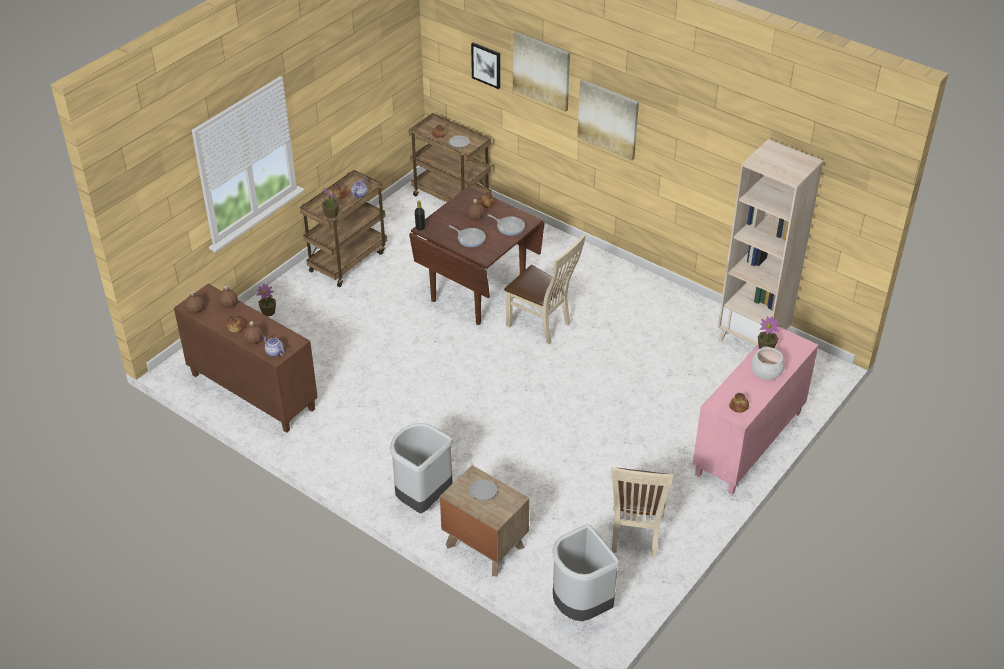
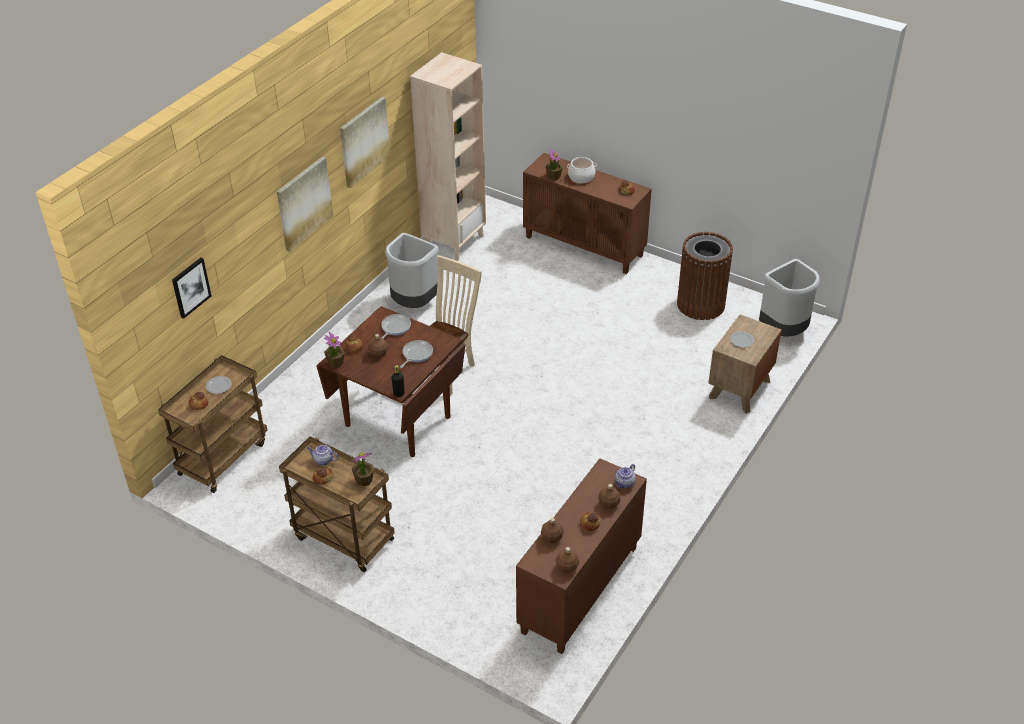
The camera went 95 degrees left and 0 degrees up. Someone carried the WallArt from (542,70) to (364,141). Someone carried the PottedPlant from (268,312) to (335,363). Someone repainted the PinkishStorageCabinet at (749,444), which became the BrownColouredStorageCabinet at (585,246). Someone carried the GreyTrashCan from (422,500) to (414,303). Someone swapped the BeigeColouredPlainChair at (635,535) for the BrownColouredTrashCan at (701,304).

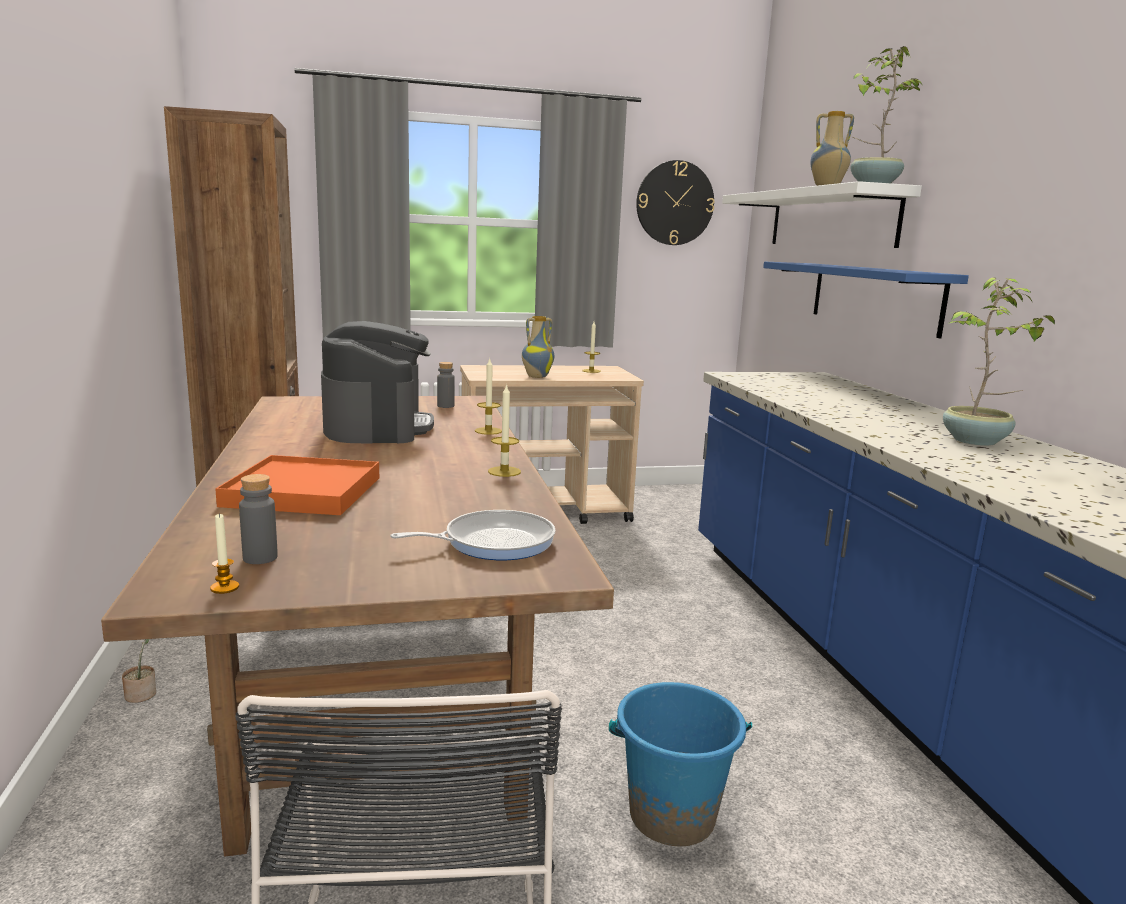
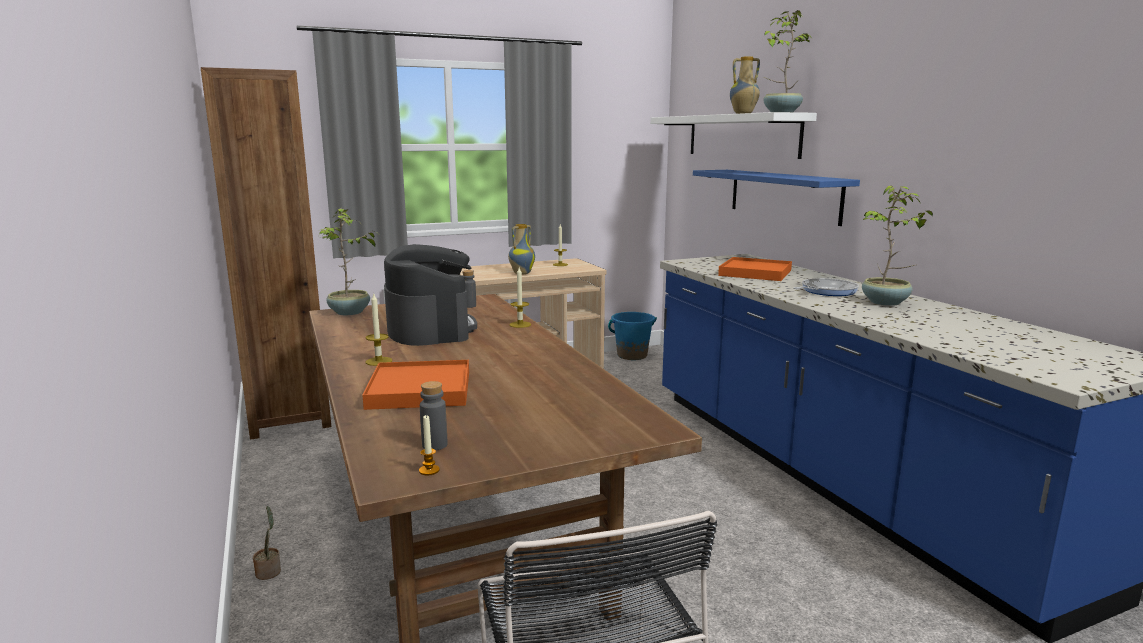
The camera went 10 degrees left and 0 degrees up. Someone took away the WallClock at (674,203). Someone carried the WaxCandle from (504,471) to (379,361). Someone carried the FryingPan from (493,542) to (826,291). Someone carried the BlueColouredWaterBucket from (671,815) to (632,355). Someone put down the PottedPlant at (349,313). Someone put down the OrangeCarryingTray at (755,273).

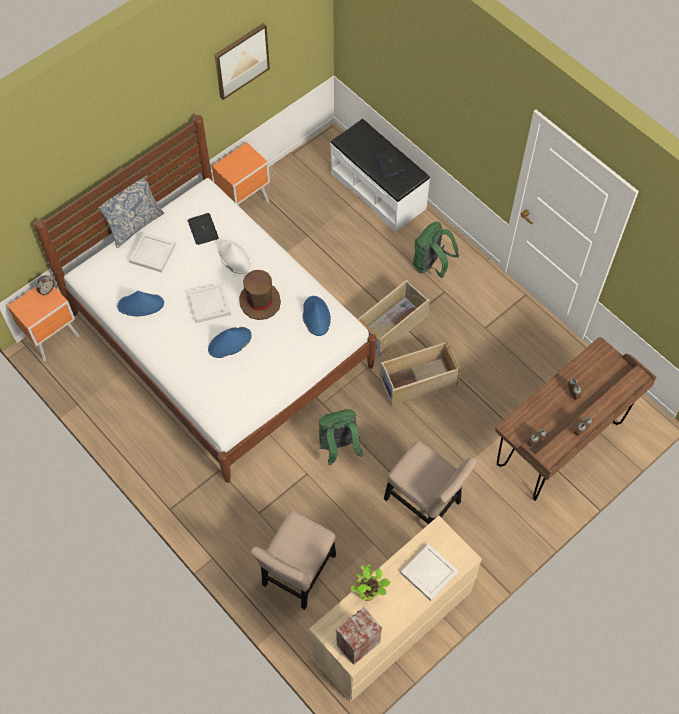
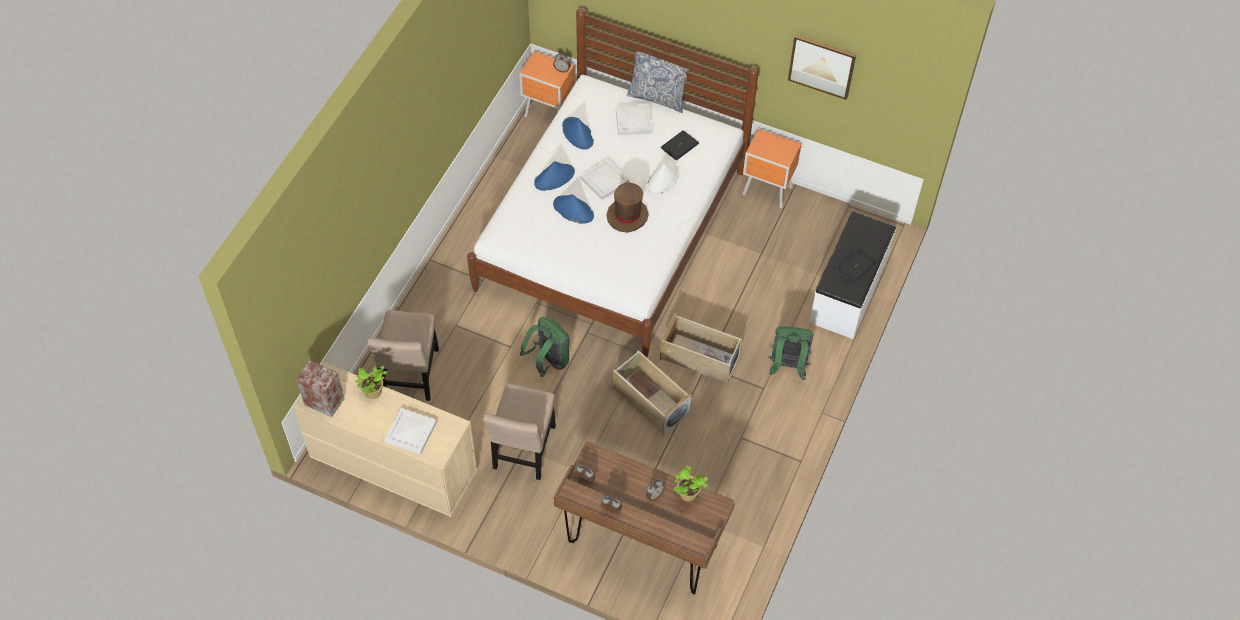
The camera went 65 degrees right and 5 degrees down. Someone carried the BlueColouredHat from (316,316) to (554,177). Someone rotated the BeigeColouredPlainChair at (297,574) by 90 degrees counterclockwise. Someone put down the PottedPlant at (687,495).

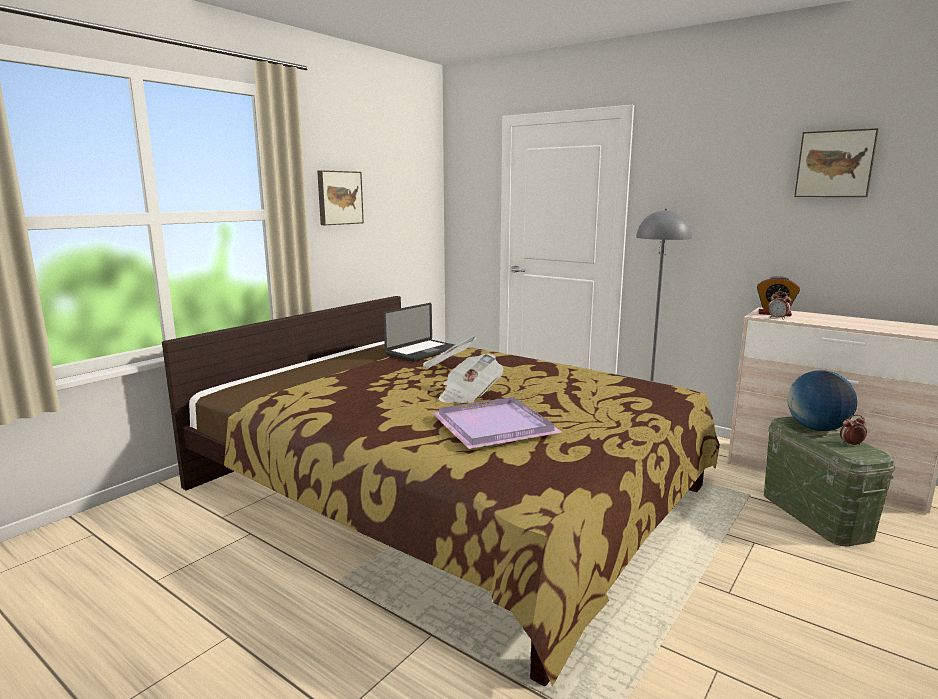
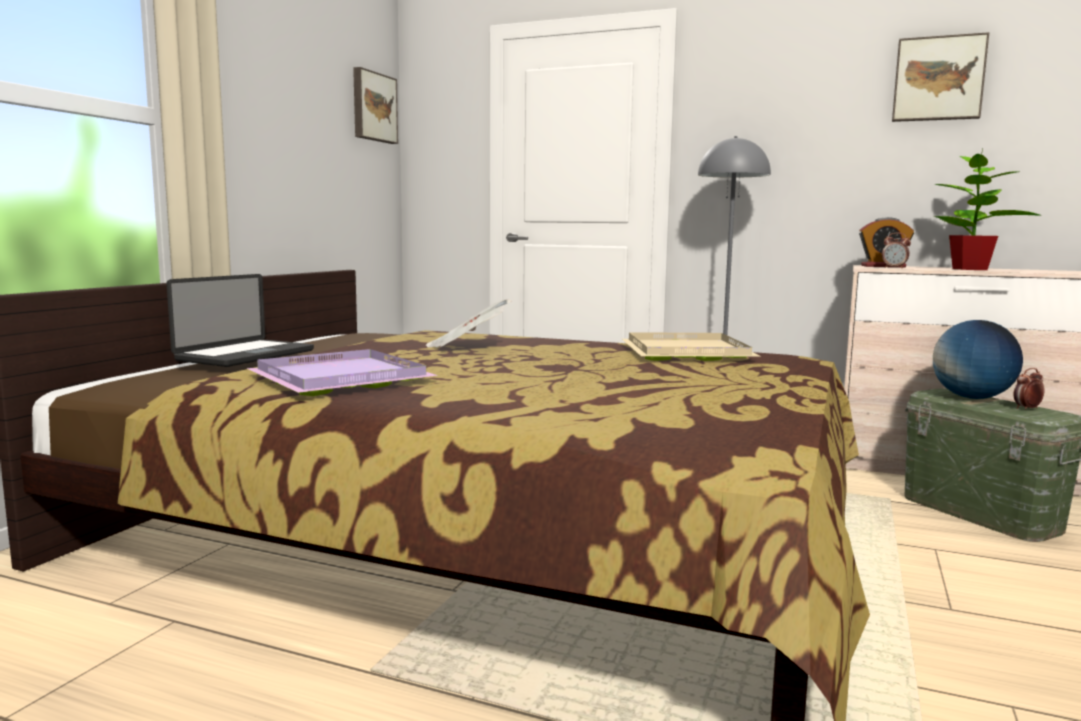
The camera went 15 degrees left and 5 degrees down. Someone carried the WallArt from (339,198) to (373,107). Someone carried the Laptop from (422,352) to (246,355). Someone took away the DailyPaper at (469,396). Someone carried the PurpleCarryingTray from (495,425) to (342,378). Someone put down the PottedPlant at (970,269). Someone put down the BeigeColouredCarryingTray at (687,352).

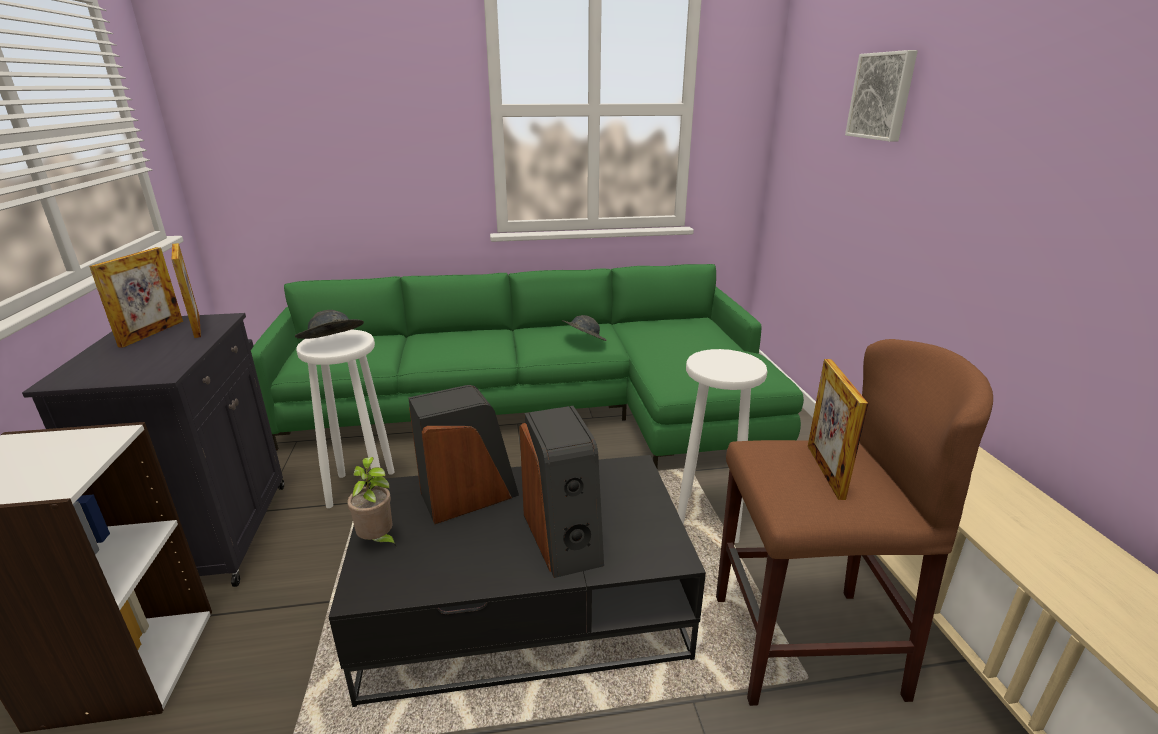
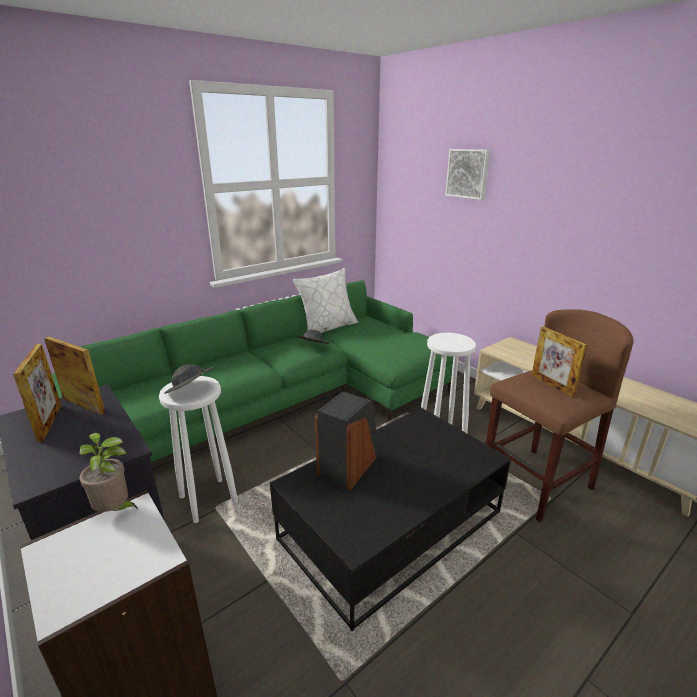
The camera went 30 degrees left and 0 degrees up. Someone took away the Loudspeaker at (564,537). Someone carried the PottedPlant from (378,541) to (116,511). Someone put down the WhiteThrowPillow at (327,328).

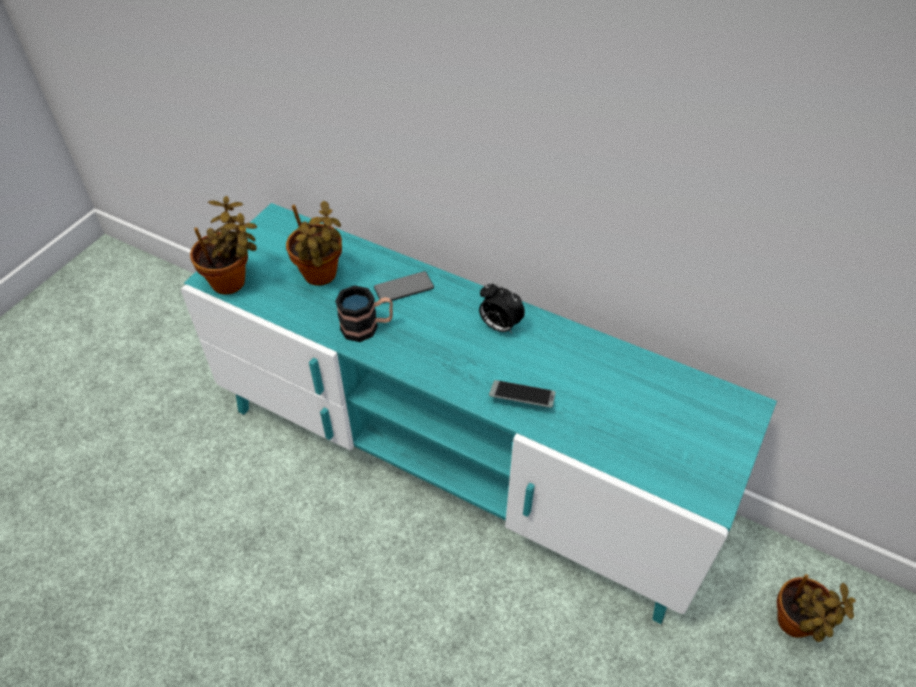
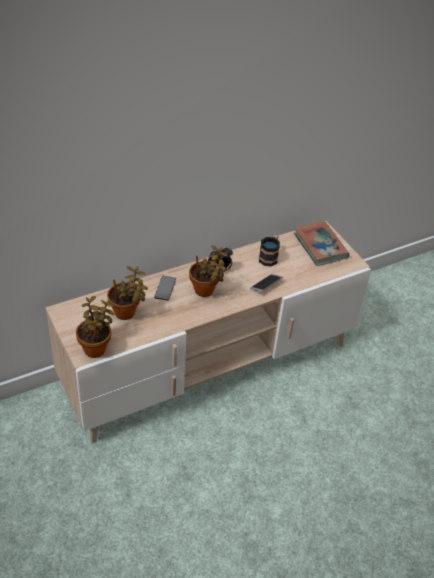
The camera went 60 degrees left and 5 degrees down. Someone repainted the TurquoiseMediaConsole at (458,462), which became the BeigeColouredMediaConsole at (210,366). Someone carried the TeaMug from (367,327) to (269,257). Someone carried the PottedPlant from (795,626) to (206,291). Someone put down the Book at (320,246).

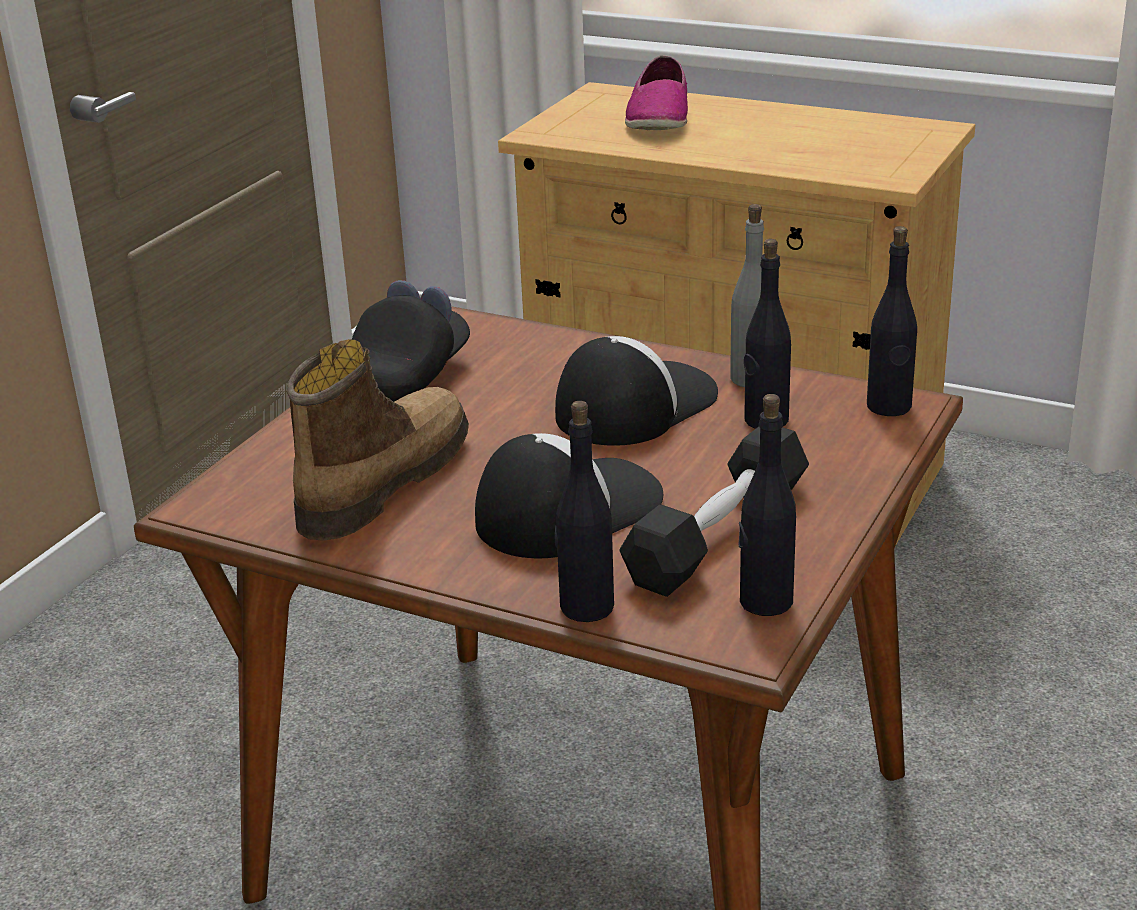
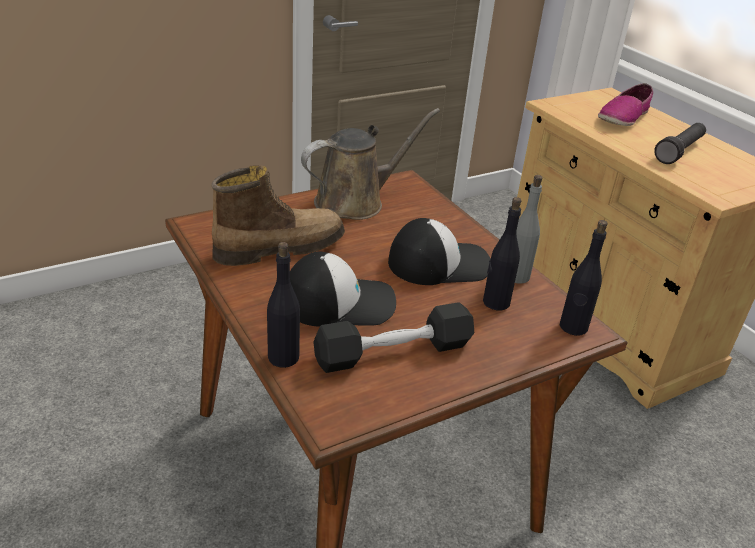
The camera went 30 degrees right and 5 degrees up. Someone swapped the BlackPeakedCap at (409,377) for the BrownColouredWateringCan at (355,202). Someone took away the BlackBeverageBottle at (765,601). Someone put down the BlackTorch at (679,151).

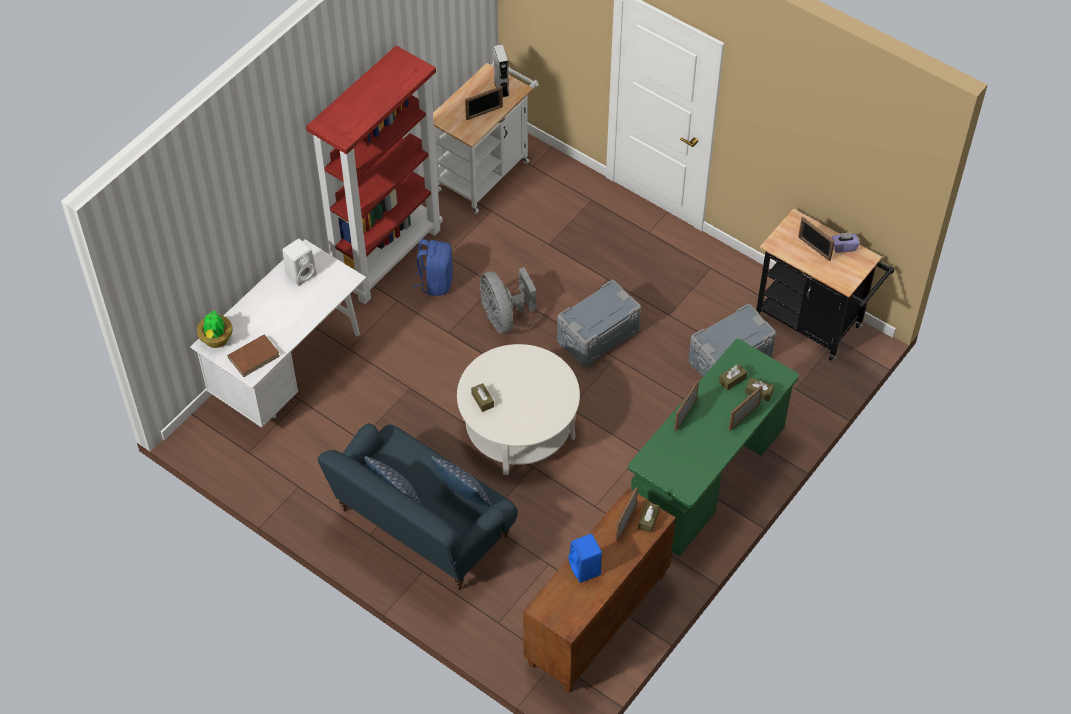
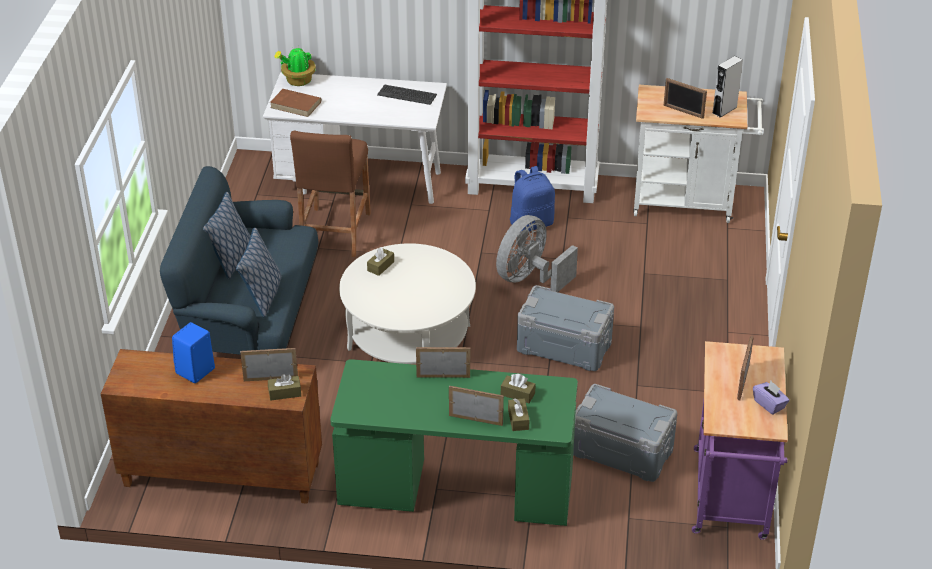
The camera went 60 degrees right and 15 degrees down. Someone repainted the BlackCart at (814,324), which became the PurpleCart at (730,500). Someone swapped the WhiteLoudspeaker at (301,273) for the Keyboard at (407,95). Someone put down the BrownColouredSittingStool at (335,232).

